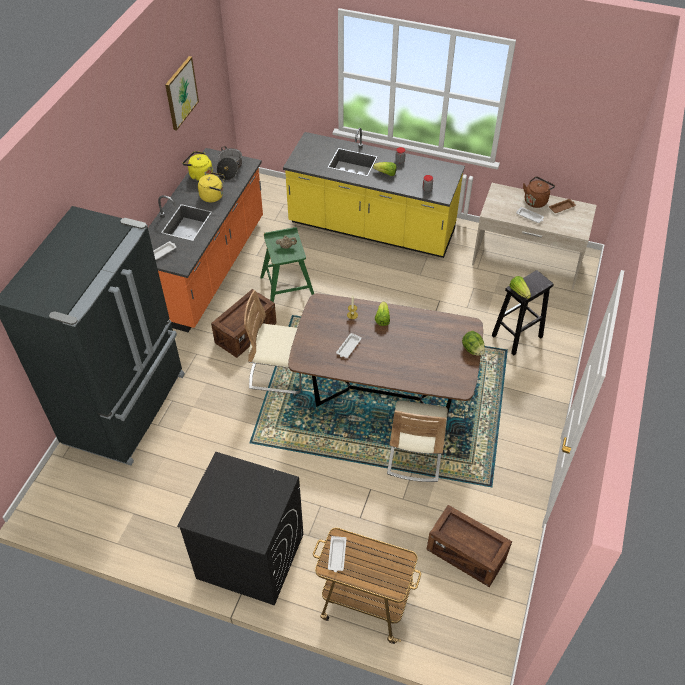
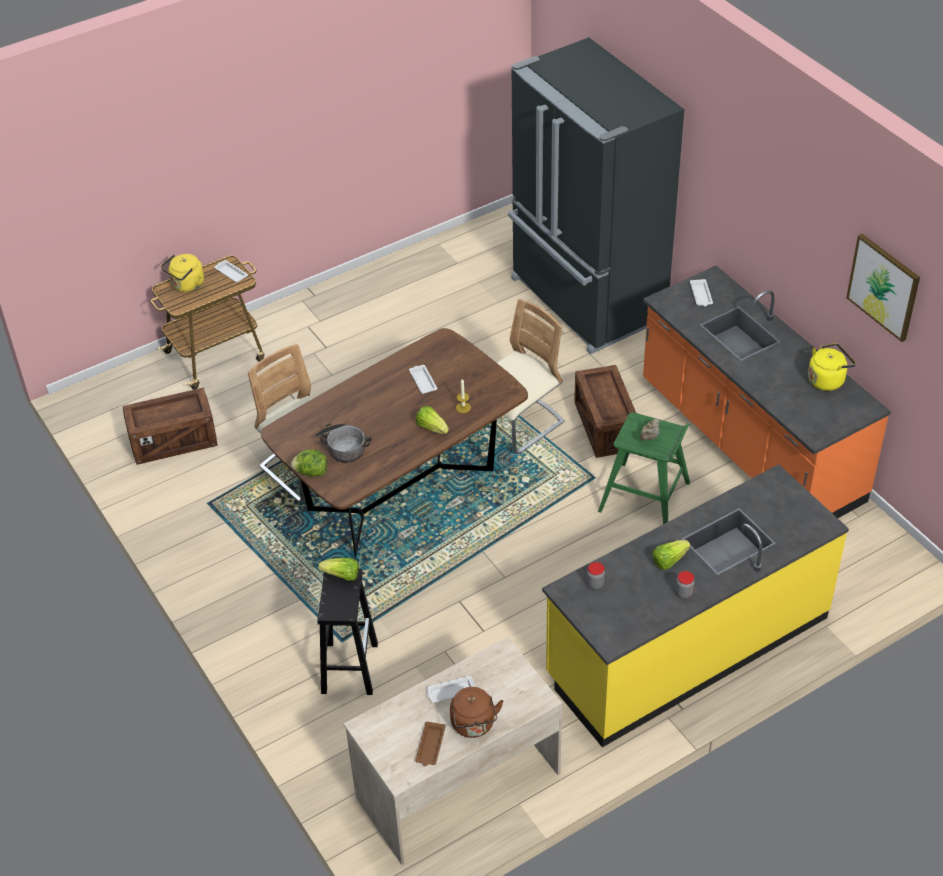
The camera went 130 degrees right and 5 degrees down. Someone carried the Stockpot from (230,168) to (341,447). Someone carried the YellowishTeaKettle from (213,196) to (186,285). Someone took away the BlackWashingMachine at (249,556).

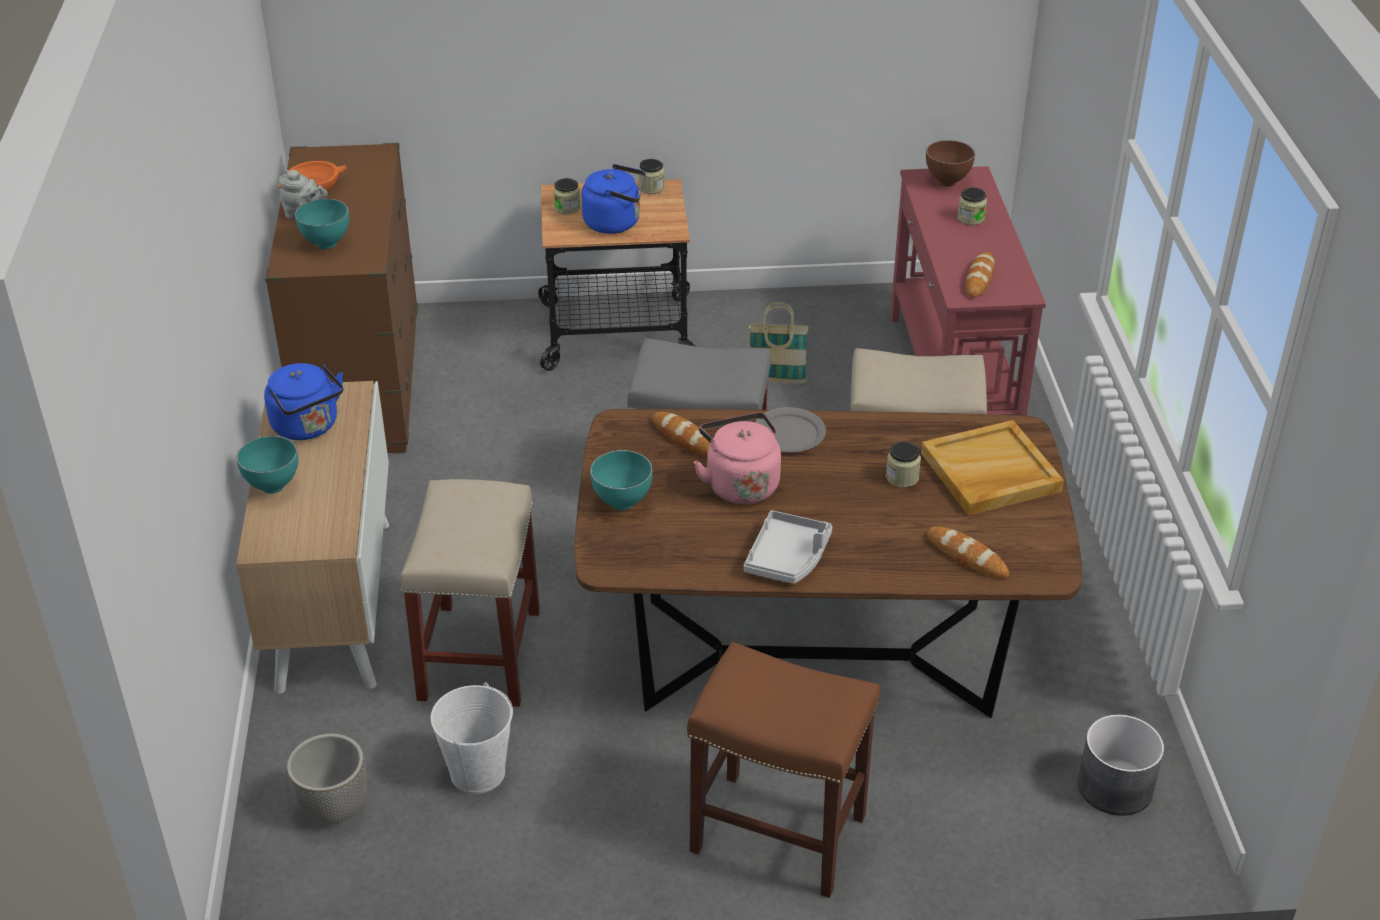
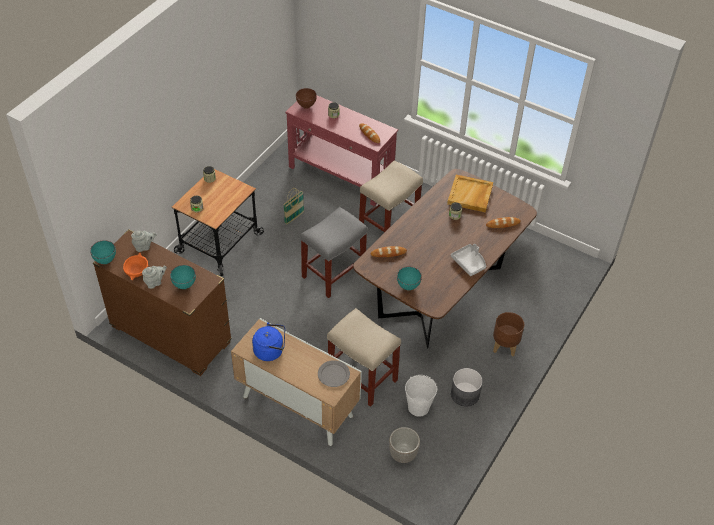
The camera went 55 degrees left and 10 degrees up. Someone took away the BlueColouredTeaKettle at (615,223). Someone carried the GreyPlate from (789,433) to (334,374). Someone took away the PinkishTeaKettle at (740,484). Someone carried the TurquoiseServingBowl from (274,487) to (106,260). Someone swapped the BrownColouredSittingStool at (775,833) for the BrownColouredPlantPot at (505,346). Someone carried the GreyPlantPot from (1115,787) to (465,394). Someone put down the GreyTeaPot at (144,247).

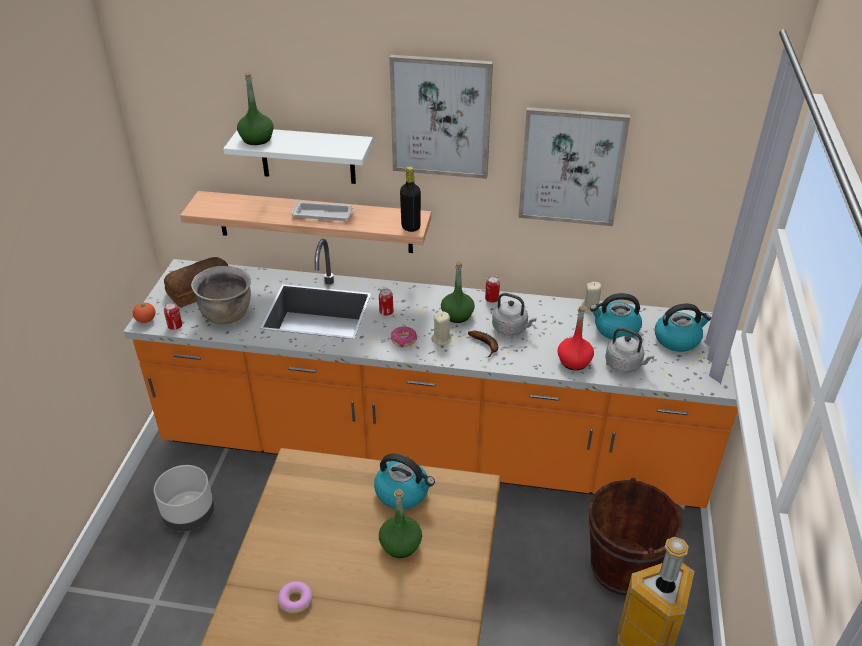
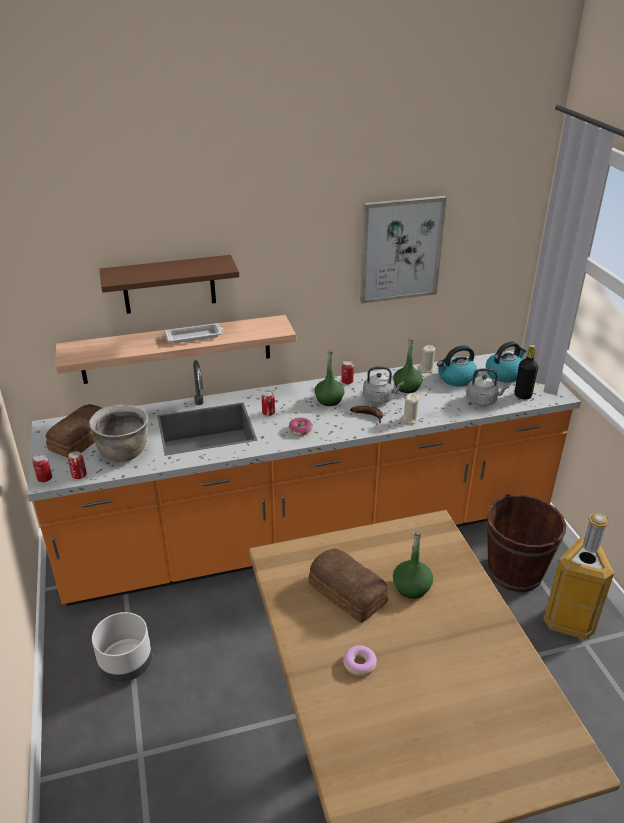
The camera went 25 degrees left and 5 degrees down. Someone took away the WallArt at (441,117). Someone carried the GreenBeverageBottle from (257,139) to (407,387). Someone repainted the WhiteBracketShelf at (307,155), which became the BrownColouredBracketShelf at (169,284). Someone carried the BlackBeverageBottle from (410,227) to (522,395). Someone swapped the Tomato at (146,320) for the SealedCan at (44,478). Someone took away the RedColouredBeverageBottle at (574,361). Someone carried the BeigeColouredWaxCandle from (441,339) to (409,419). Someone took away the TeaKettle at (403,492). Someone put down the BakeryBread at (347,592).

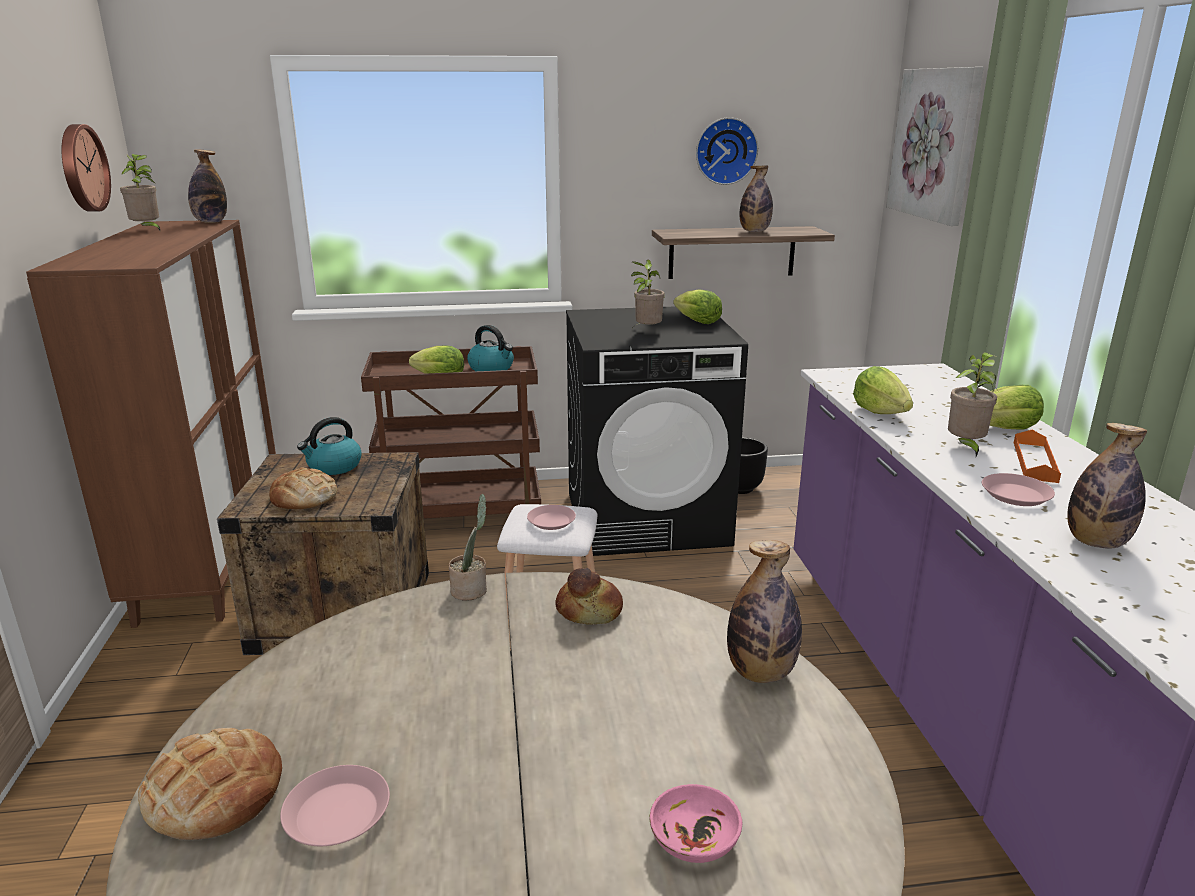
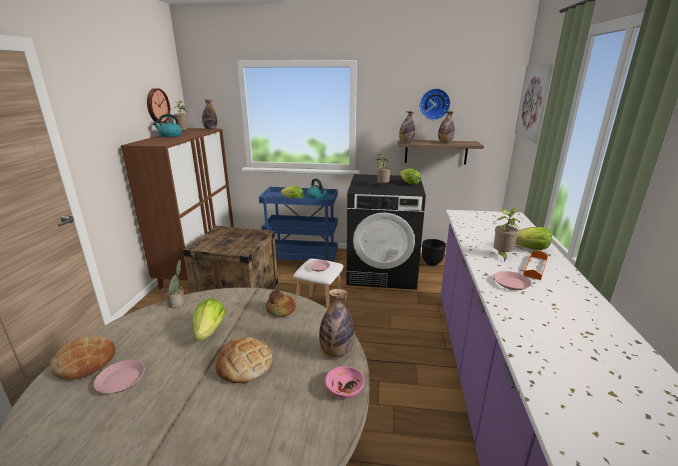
The camera went 15 degrees right and 0 degrees up. Someone repainted the BrownColouredCart at (463,517), which became the BlueColouredCart at (302,261). Someone carried the Lettuce from (880,412) to (210,331). Someone carried the TeaKettle from (334,467) to (170,136). Someone carried the BeverageBottle from (1096,543) to (406,142). Someone carried the BakeryBread from (303,497) to (244,364). Someone carried the PottedPlant from (471,590) to (177,303). Someone carried the PinkishServingBowl from (693,838) to (344,388).

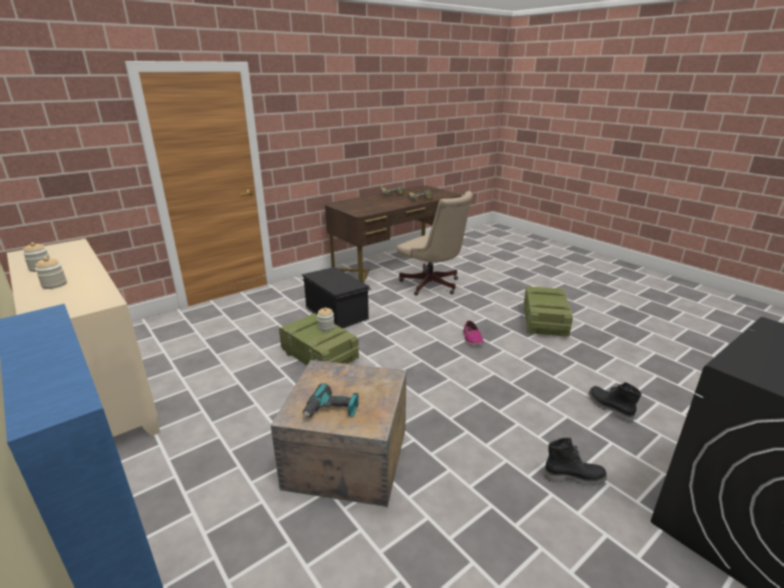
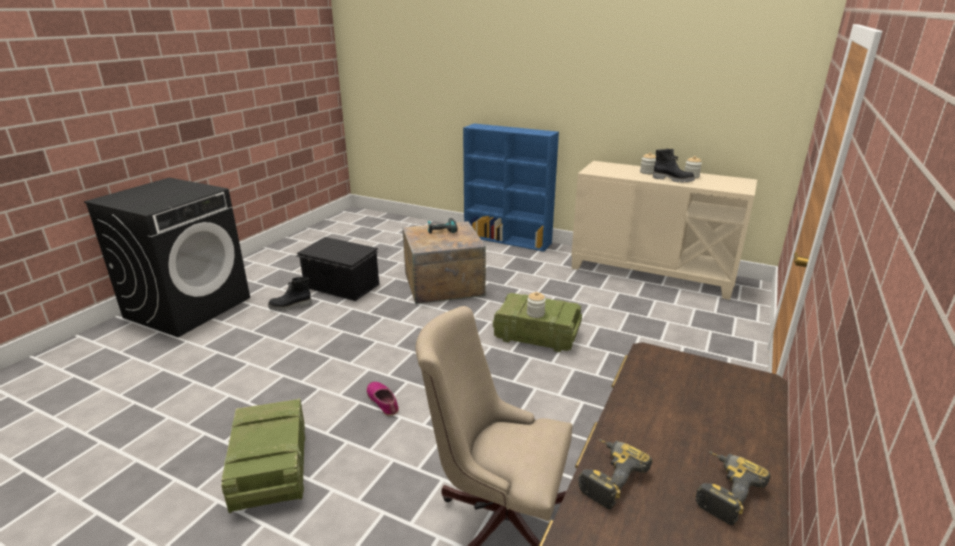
The camera went 155 degrees right and 0 degrees up. Someone carried the BlackStorageBin from (337,312) to (341,286). Someone carried the BlackHighTopBoot from (609,408) to (673,180).

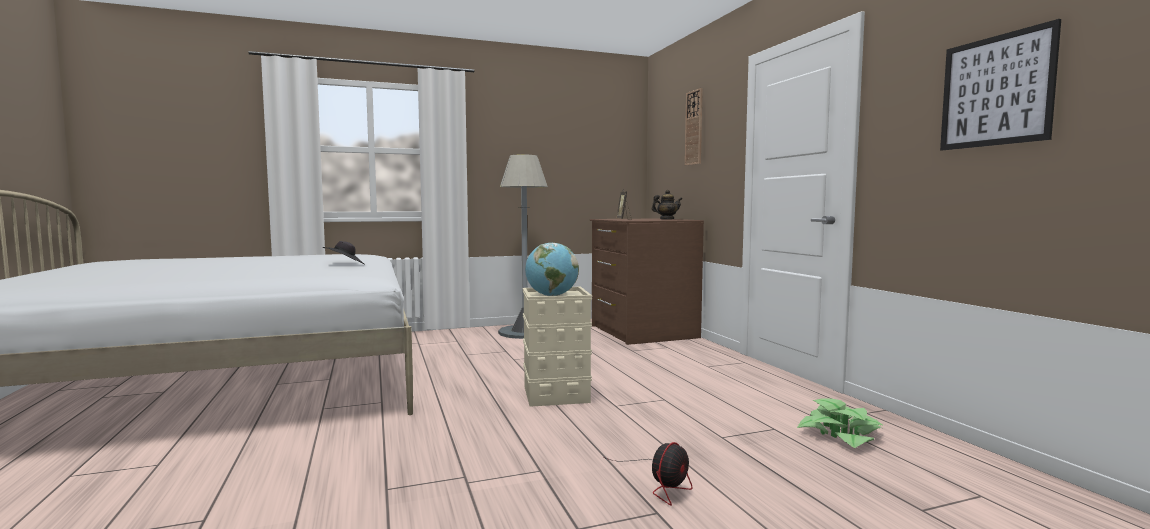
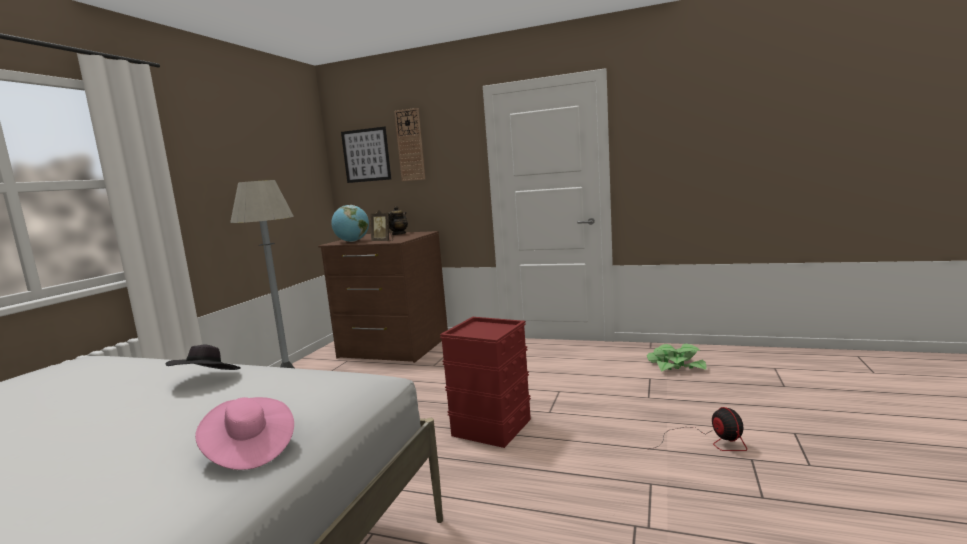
The camera went 50 degrees left and 5 degrees up. Someone carried the WallArt from (995,91) to (366,155). Someone carried the DeskGlobe from (551,296) to (352,241). Someone repainted the BeigeColouredStorageBin at (555,394), which became the RedColouredStorageBin at (490,428). Someone put down the PinkishHat at (249,450).

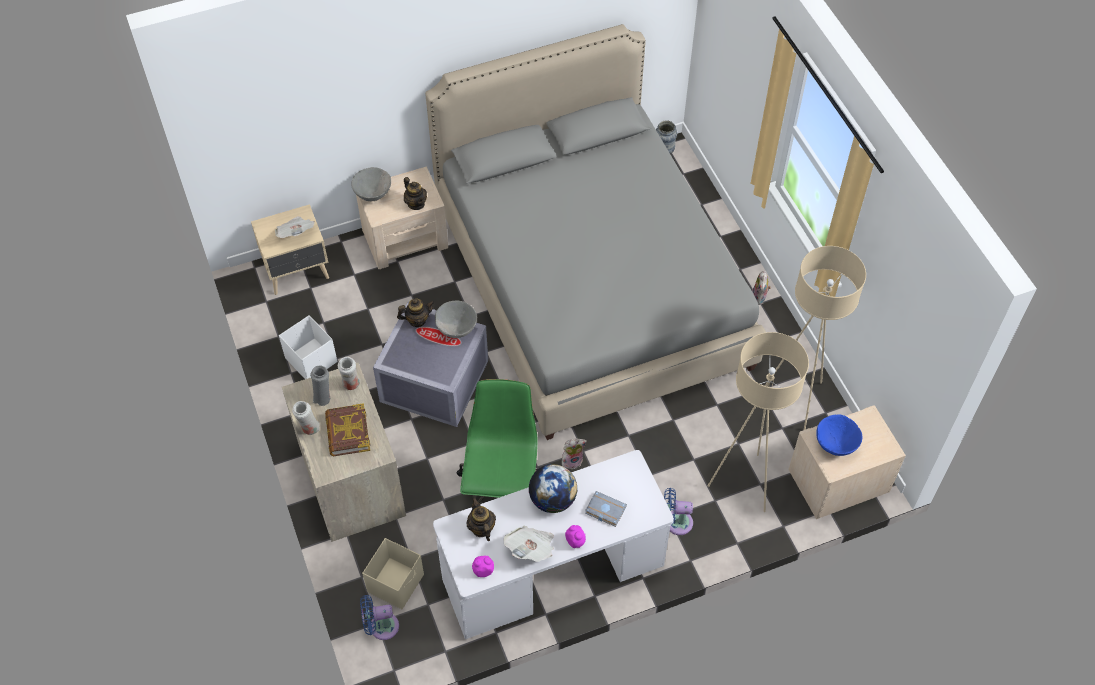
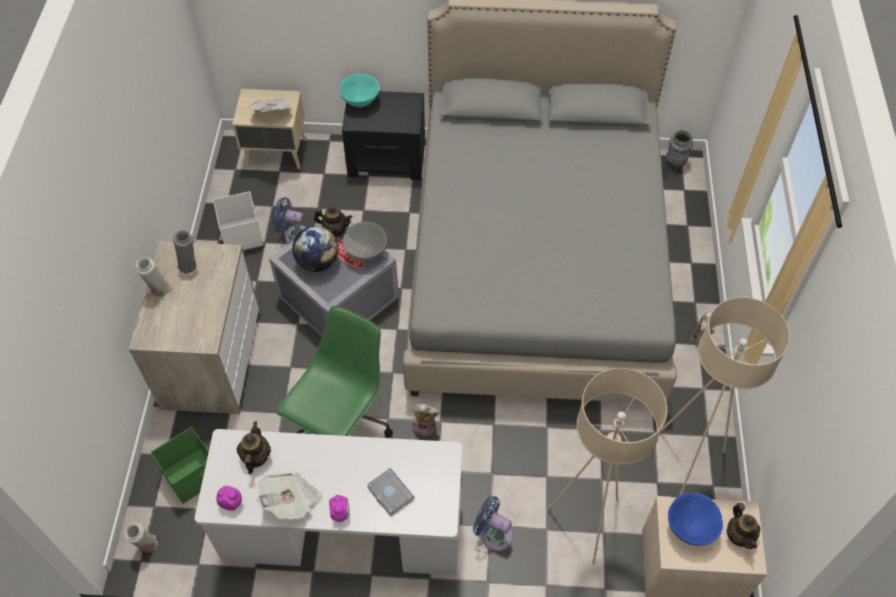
The camera went 25 degrees right and 0 degrees up. Someone repainted the BeigeColouredBedsideTable at (405,238), which became the BlackBedsideTable at (387,158). Someone repainted the GreyServingBowl at (373,195), which became the TurquoiseServingBowl at (360,102). Someone carried the TeaPot from (416,204) to (739,535). Someone carried the WhiteVase from (351,384) to (146,546). Someone took away the Book at (347,432). Someone carried the DeskGlobe from (553,500) to (318,262). Someone repainted the BeigeColouredStorageBin at (396,583), which became the GreenStorageBin at (193,475). Someone carried the BlueColouredElectricFan from (381,626) to (294,235).

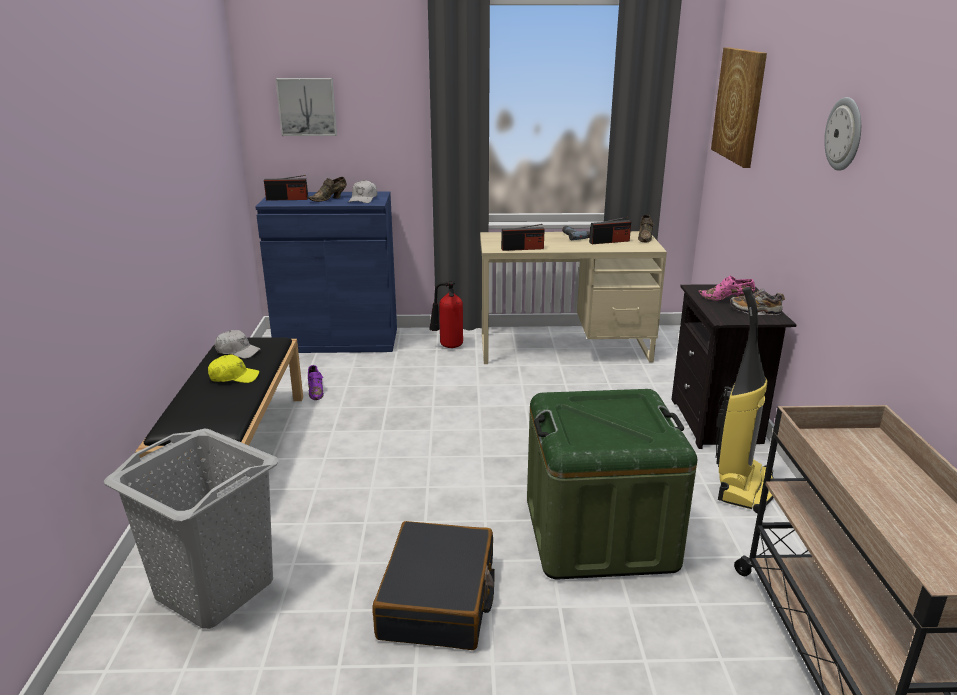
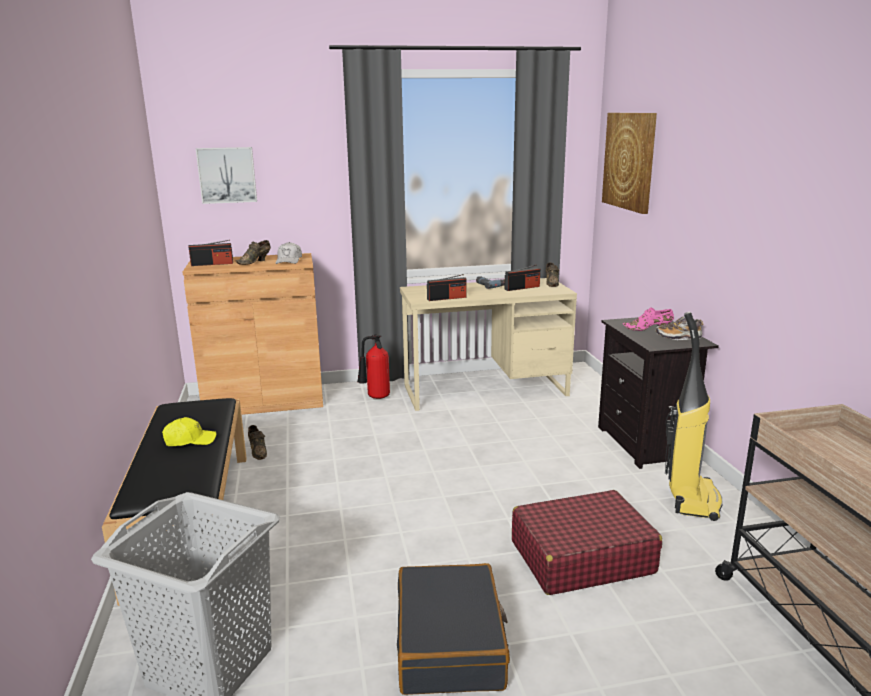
The camera went 10 degrees left and 5 degrees down. Someone took away the WallClock at (844,134). Someone repainted the BlueColouredStorageCabinet at (337,340), which became the BrownColouredStorageCabinet at (264,401). Someone took away the WhitePeakedCap at (238,351). Someone repainted the PurpleItemOfFootwear at (316,391), which became the BrownColouredItemOfFootwear at (258,451). Someone swapped the GreenStorageBin at (599,533) for the RedColouredPieceOfLuggage at (581,557).

